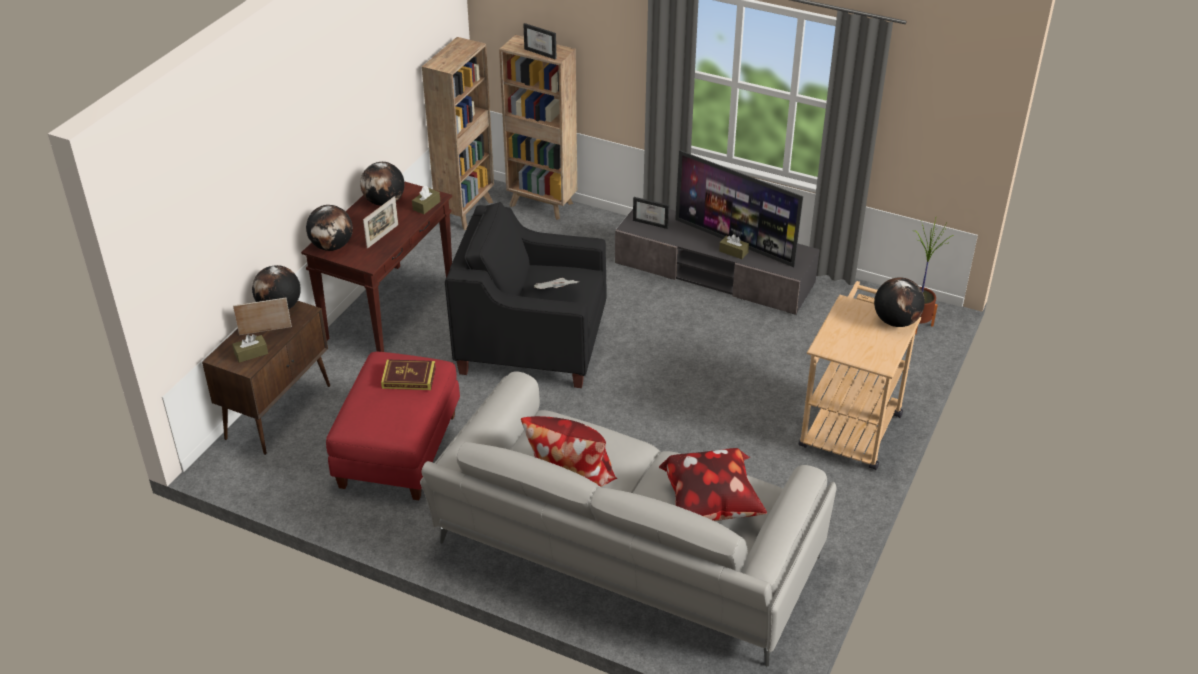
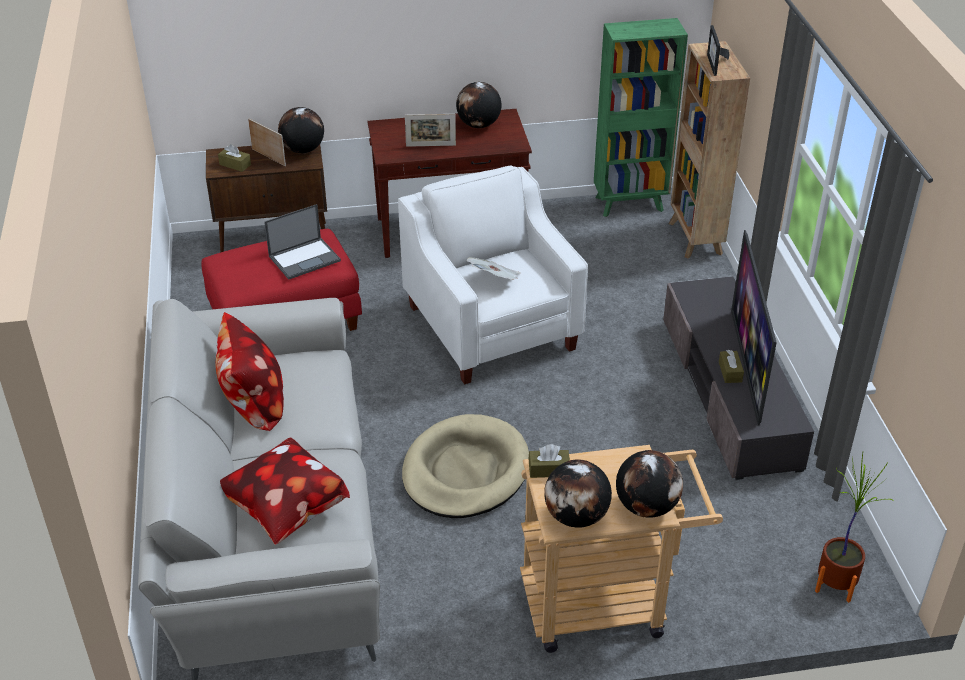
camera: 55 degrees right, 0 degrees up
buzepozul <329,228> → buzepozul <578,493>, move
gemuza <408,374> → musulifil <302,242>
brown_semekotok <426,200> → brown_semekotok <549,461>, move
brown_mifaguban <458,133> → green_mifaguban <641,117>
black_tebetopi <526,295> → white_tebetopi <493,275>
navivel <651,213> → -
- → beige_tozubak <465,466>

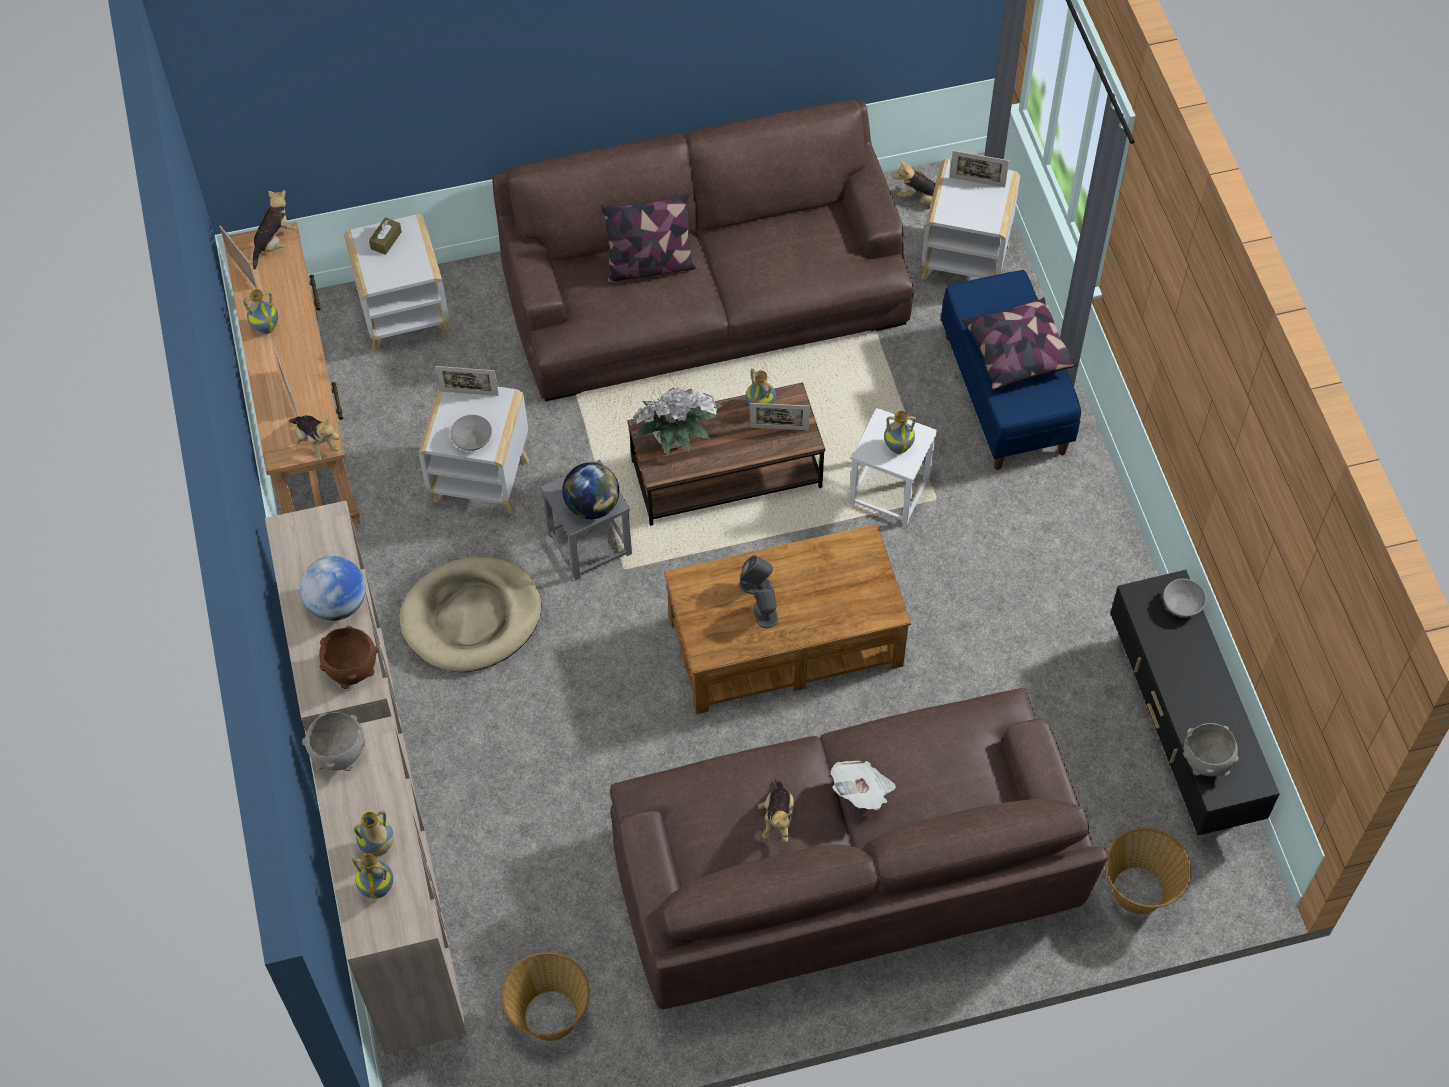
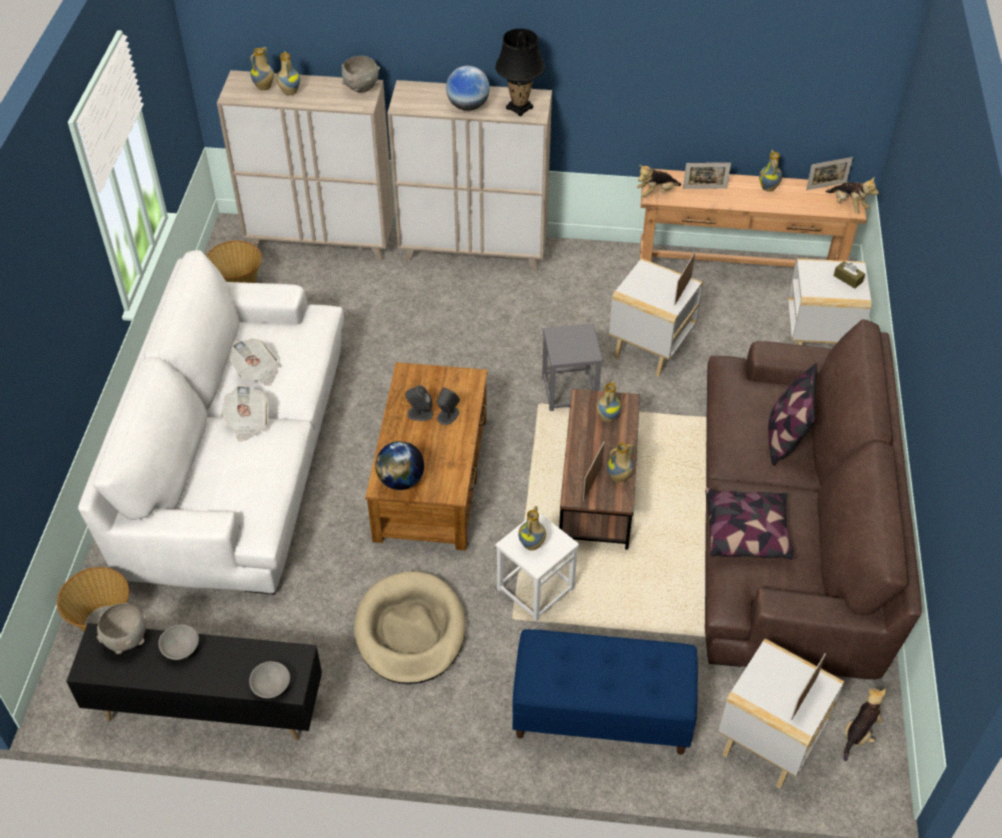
camera: 110 degrees right, 10 degrees down
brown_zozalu <349,657> → -
beige_tozubak <471,614> → beige_tozubak <410,627>, move
grey_zozalu <471,433> → grey_zozalu <179,642>, move
buzepozul <590,490> → buzepozul <399,465>, move
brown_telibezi <859,848> → white_telibezi <211,422>
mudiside <677,421> → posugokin <609,401>
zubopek <776,811> → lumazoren <255,362>
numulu <1020,343> → numulu <750,524>, move
- → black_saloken <520,72>

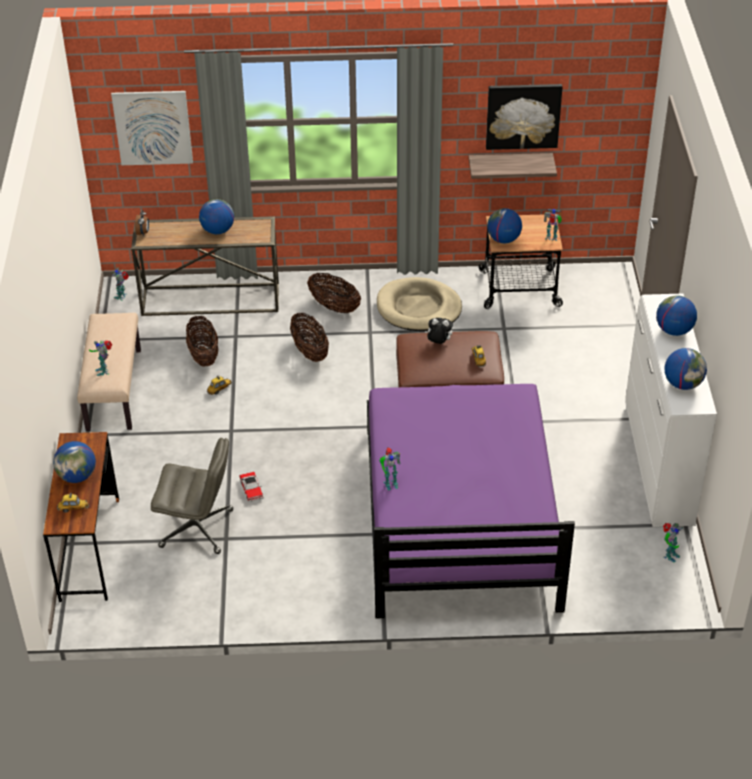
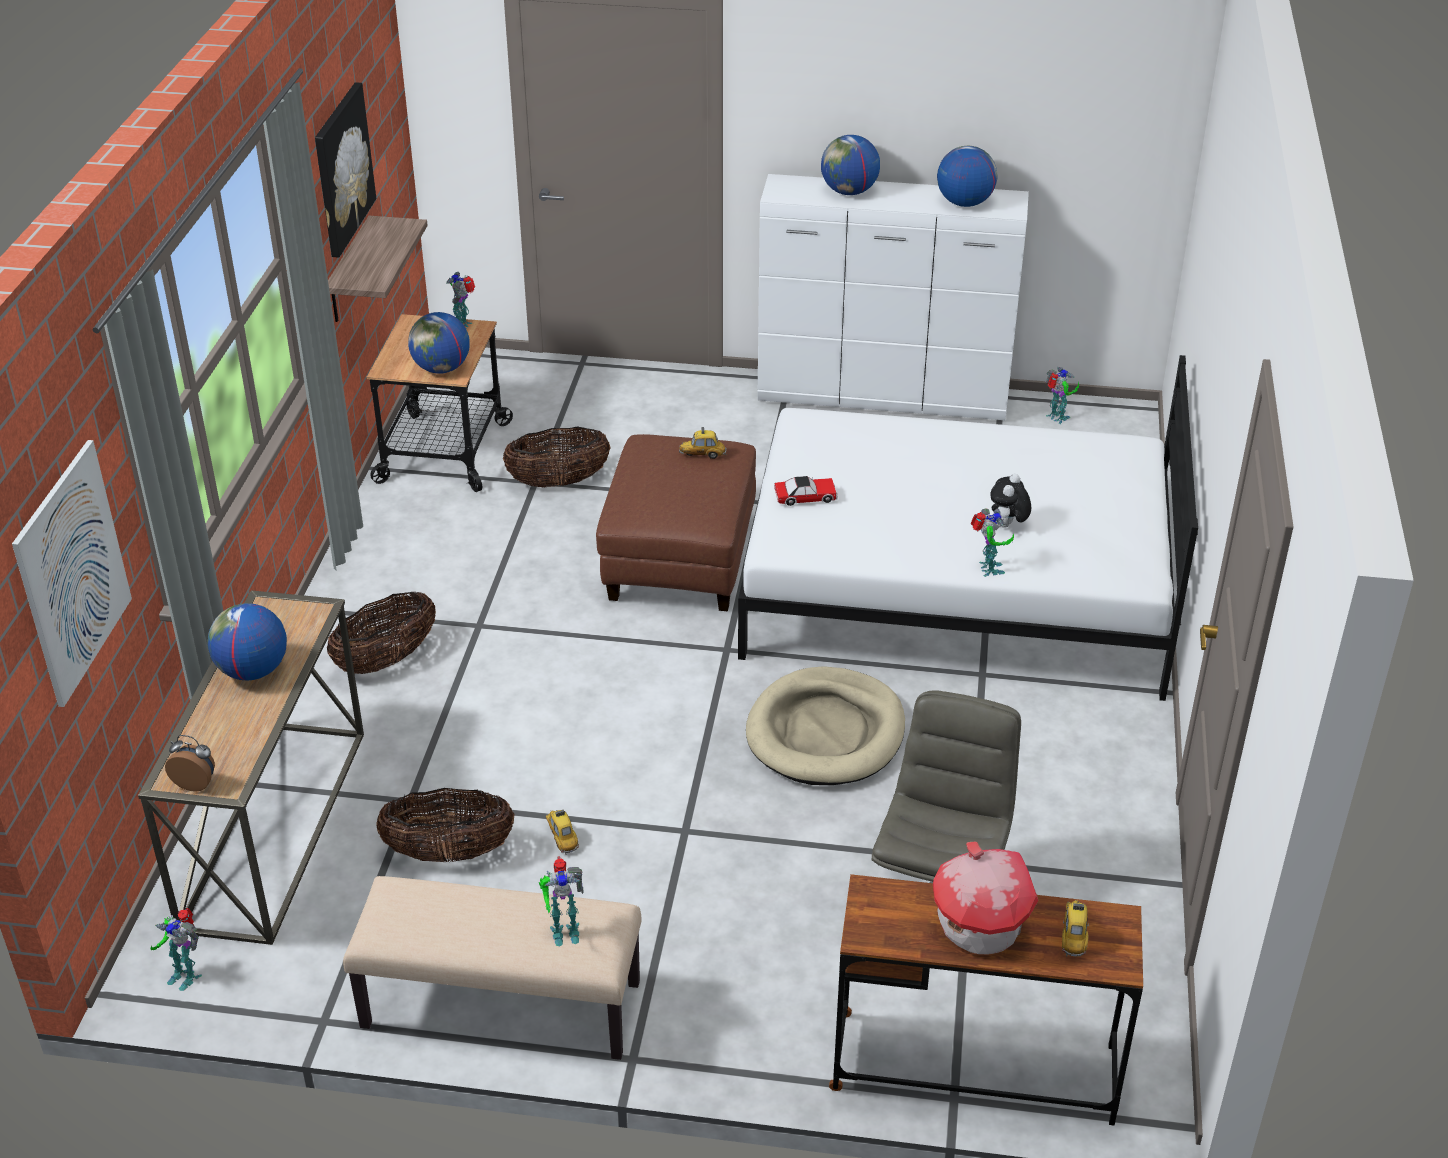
camera: 80 degrees left, 5 degrees down
buzepozul <74,462> → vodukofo <986,898>
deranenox <251,487> → deranenox <806,491>, move
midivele <309,337> → midivele <556,457>, move
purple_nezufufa <471,501> → white_nezufufa <968,528>
beige_tozubak <419,304> → beige_tozubak <825,725>, move
zubopek <439,331> → zubopek <1010,501>, move

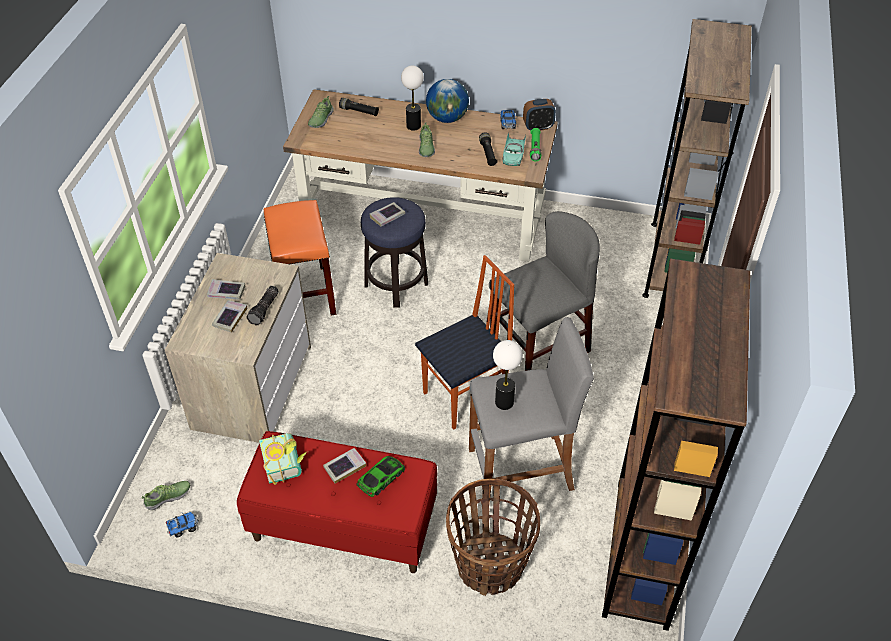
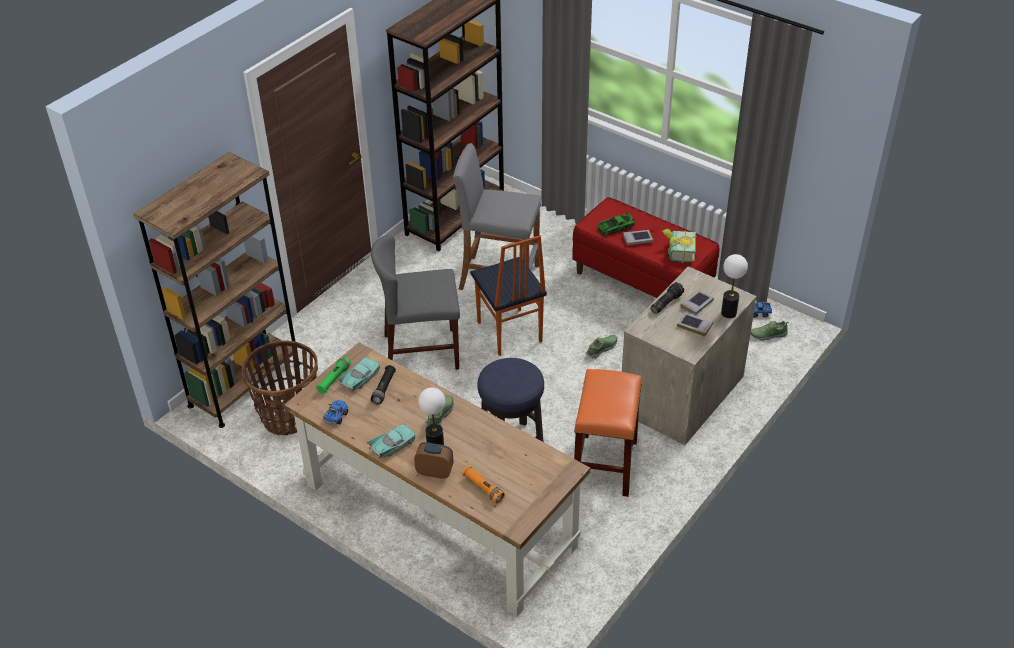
camera: 155 degrees left, 5 degrees down
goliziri <321,112> → goliziri <601,347>, move
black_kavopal <359,107> → orange_kavopal <484,484>
gemuza <387,214> → -
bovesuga <464,342> → bovesuga <508,295>, 105 degrees counterclockwise
buzepozul <447,101> → turquoise_deranenox <391,441>
midivele <493,537> → midivele <280,388>, move
saloken <508,375> → saloken <734,286>, move
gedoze <539,115> → gedoze <433,460>, move

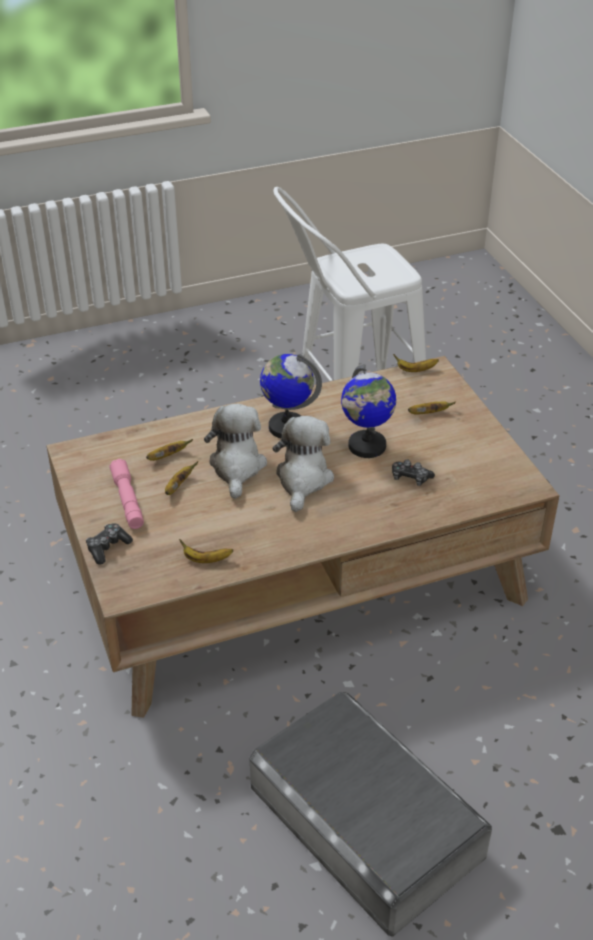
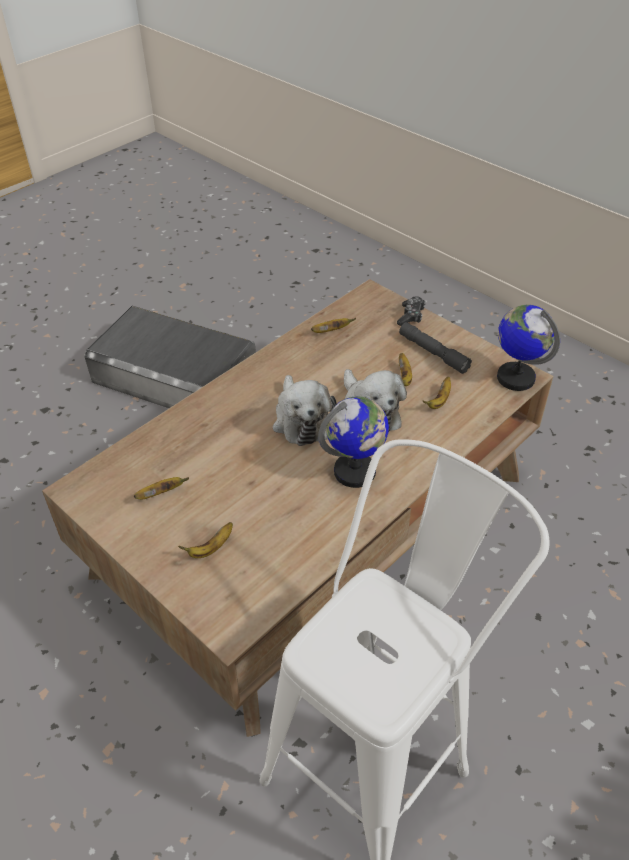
camera: 155 degrees right, 5 degrees up
pink_kavopal <126,494> → grey_kavopal <435,348>
buzepozul <368,411> → buzepozul <528,348>, move
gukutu <413,473> → -
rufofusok <416,363> → rufofusok <161,488>, move

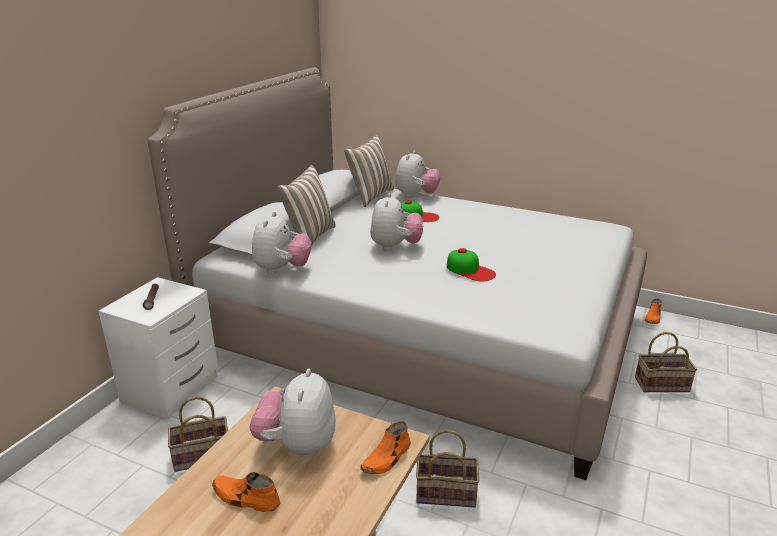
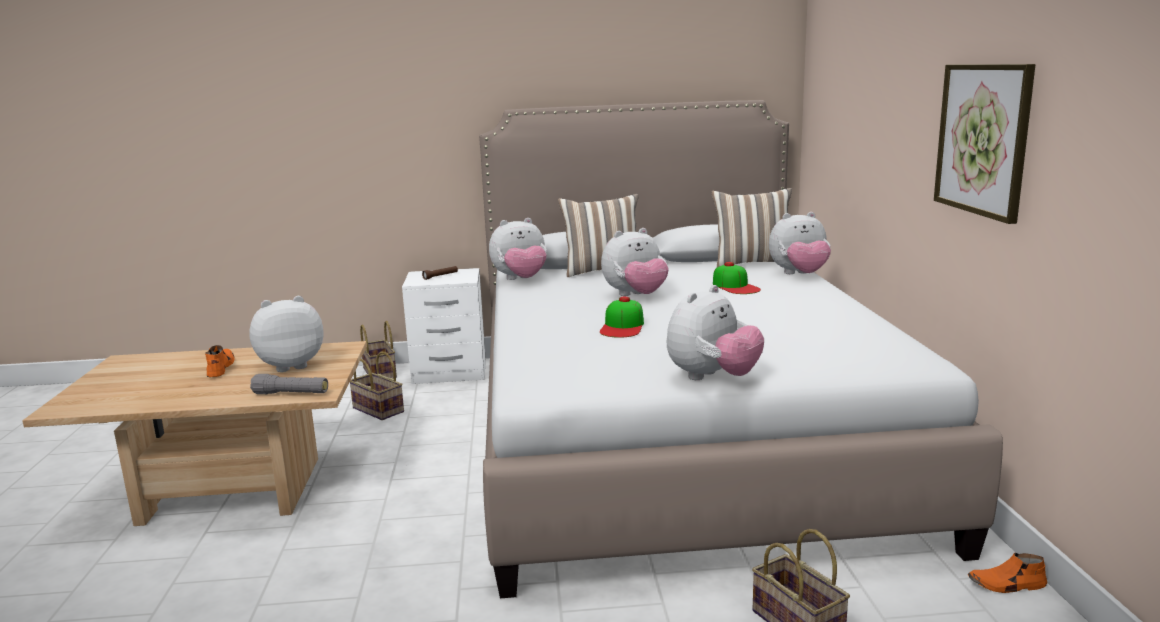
camera: 60 degrees right, 10 degrees down
orange_goliziri <385,447> → grey_kavopal <289,384>
midivele <447,469> → midivele <378,349>, move
- → zubopek <715,332>
- → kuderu <984,144>

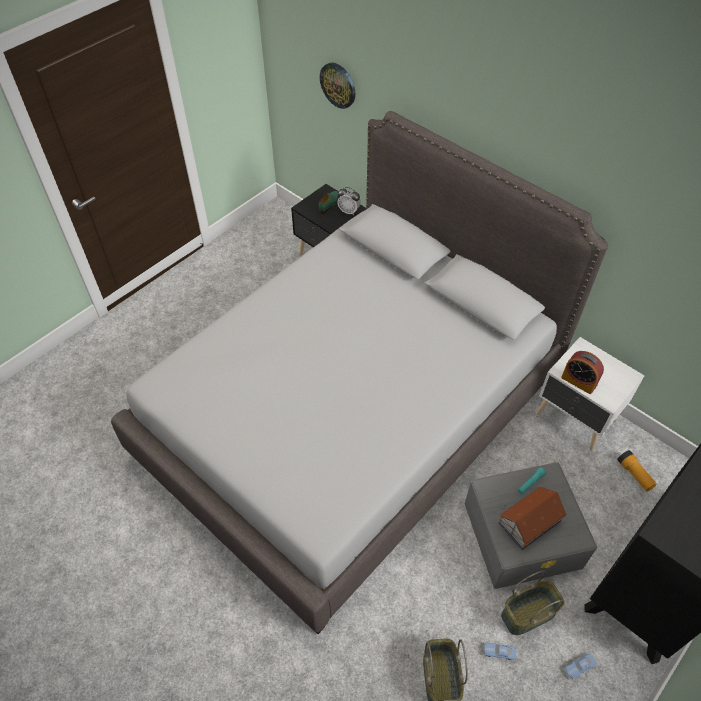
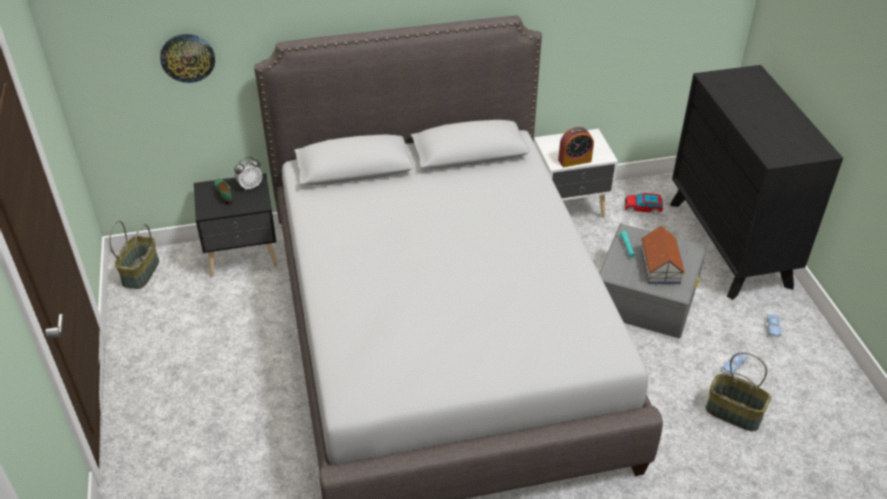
camera: 55 degrees left, 10 degrees down
midivele <532,603> → midivele <134,255>, move
kavopal <637,470> → deranenox <644,203>

